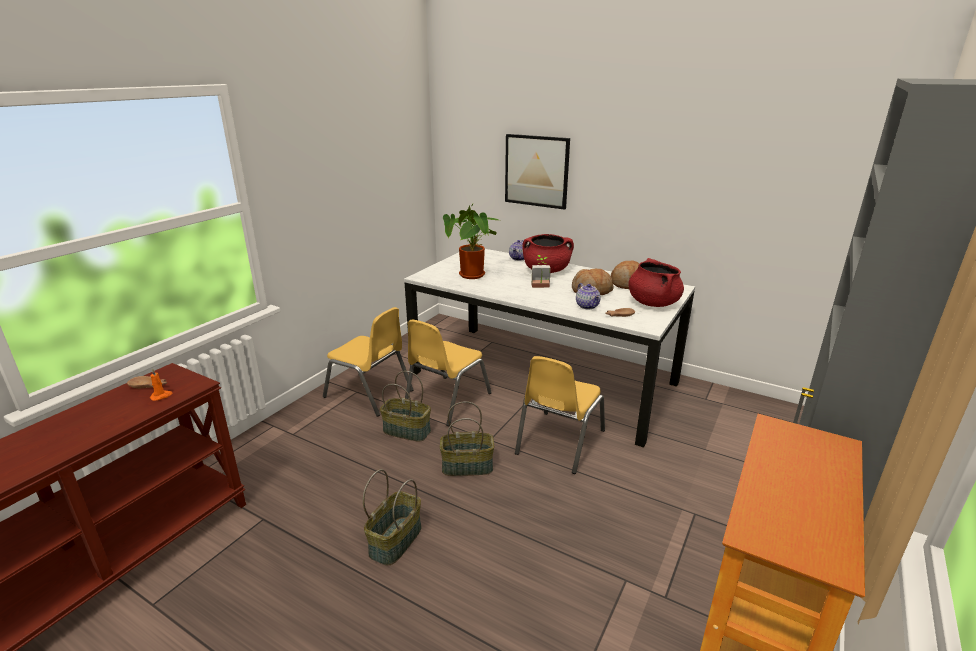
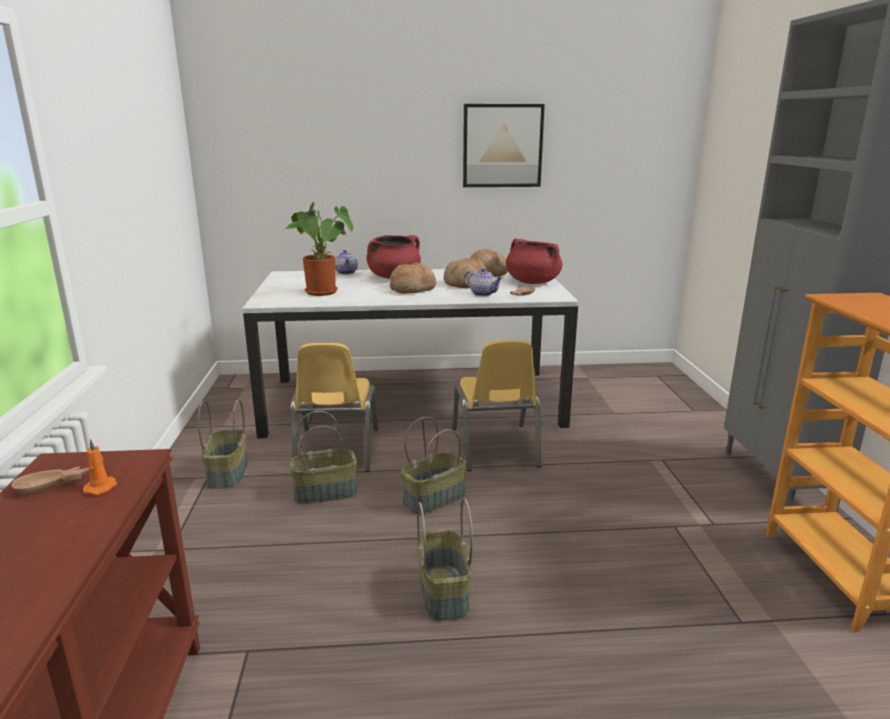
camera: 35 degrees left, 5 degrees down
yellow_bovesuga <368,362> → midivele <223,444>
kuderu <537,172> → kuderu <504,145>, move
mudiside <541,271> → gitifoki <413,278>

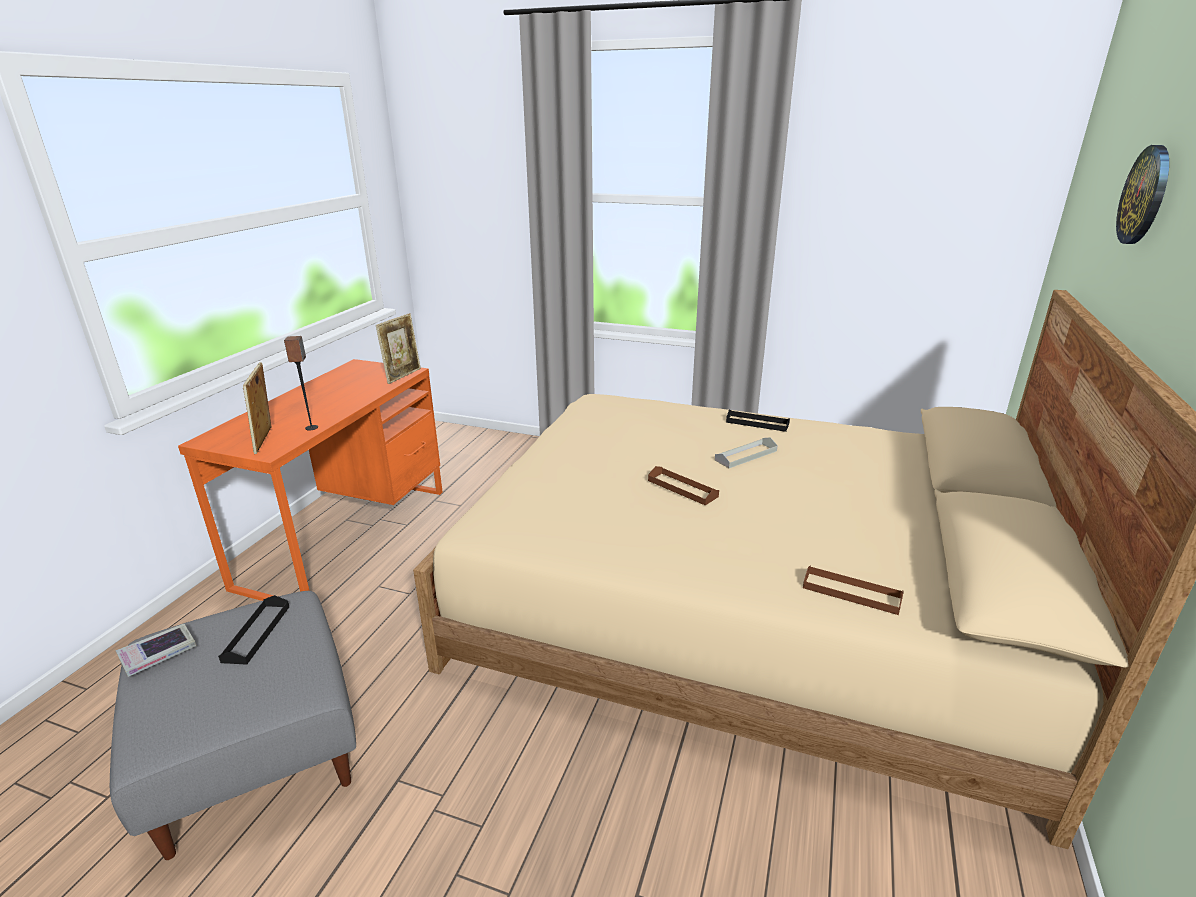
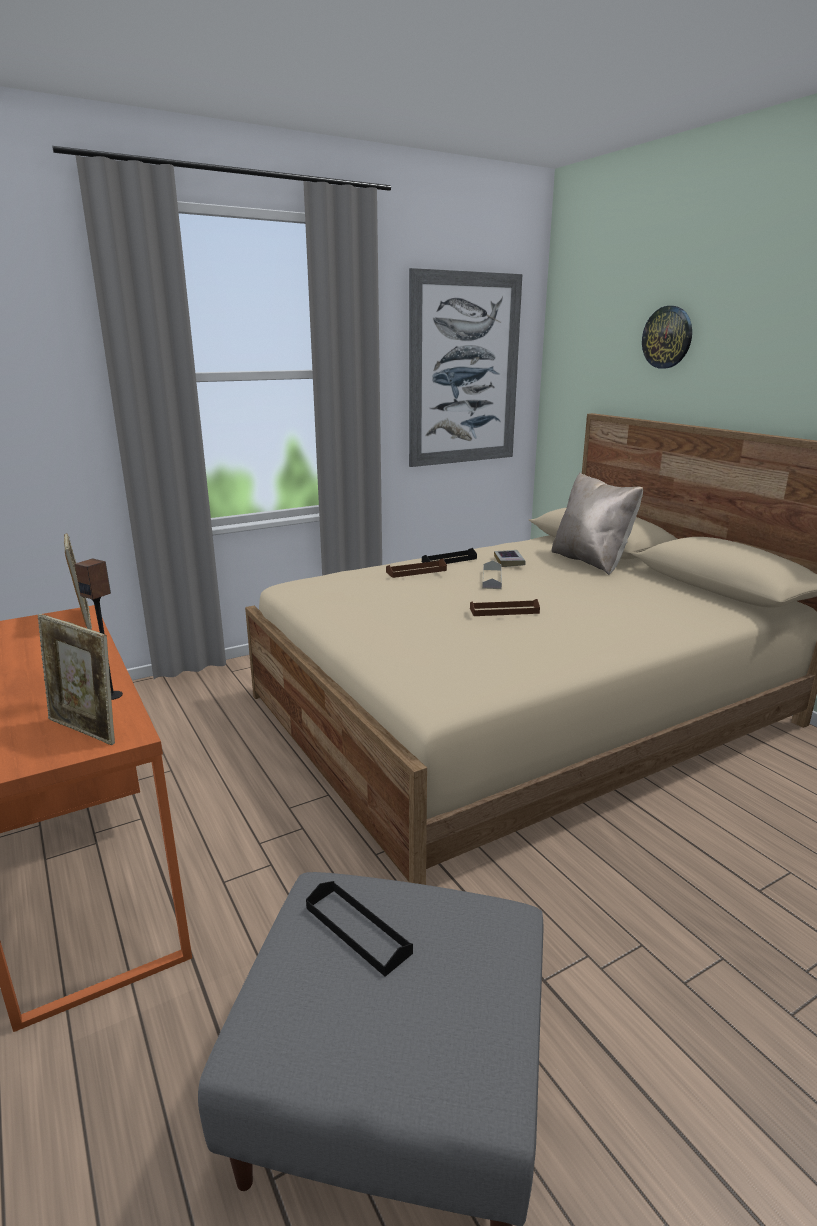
camera: 50 degrees left, 5 degrees down
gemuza <156,650> → gemuza <510,558>, move
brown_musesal <853,590> → brown_musesal <416,568>, move
- → kuderu <465,367>
- → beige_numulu <597,524>

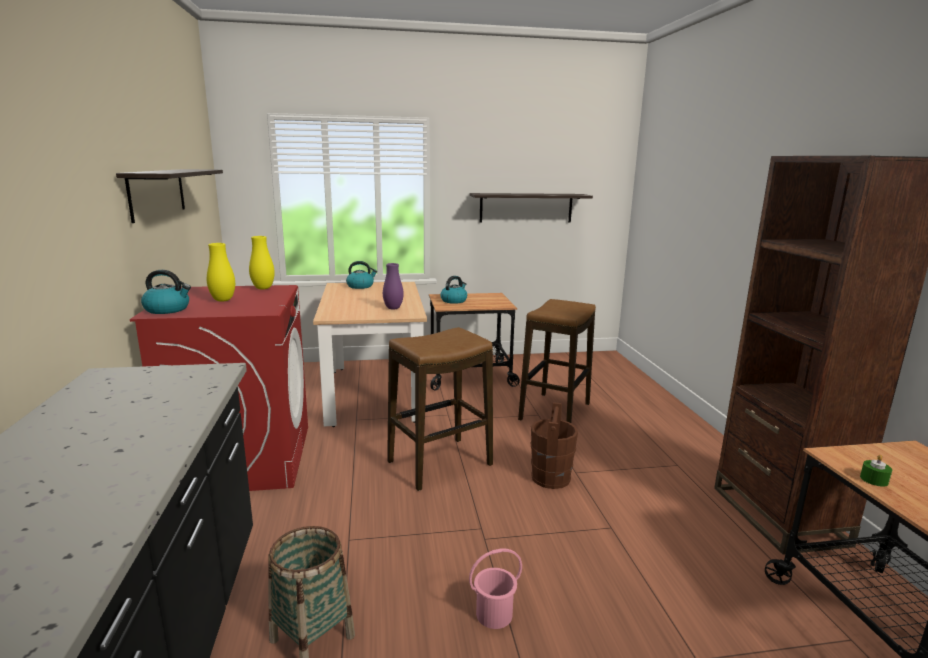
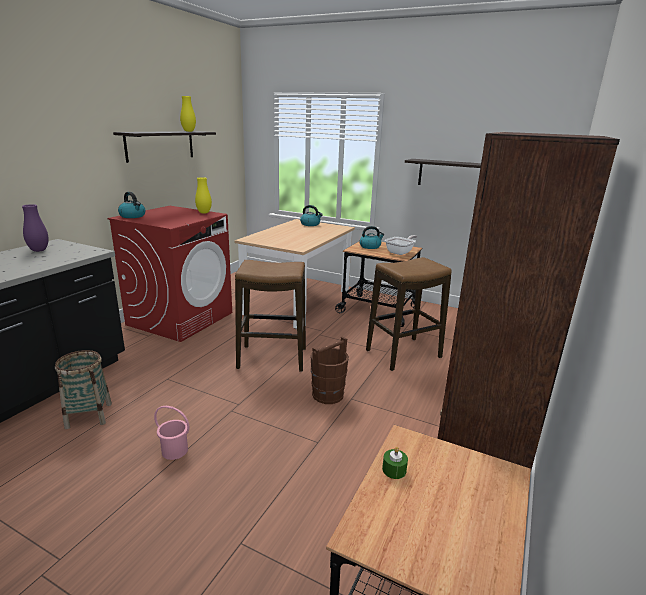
camera: 35 degrees right, 5 degrees up
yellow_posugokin <221,272> → yellow_posugokin <188,114>, move
purple_posugokin <393,286> → purple_posugokin <35,228>, move
- → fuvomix <401,245>

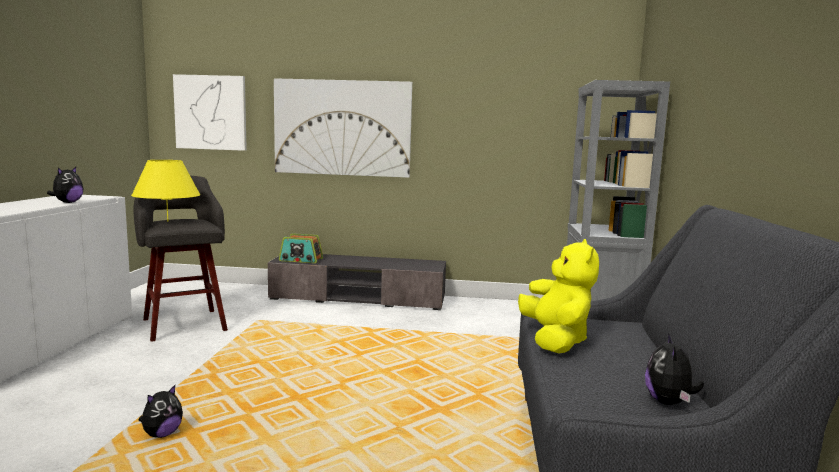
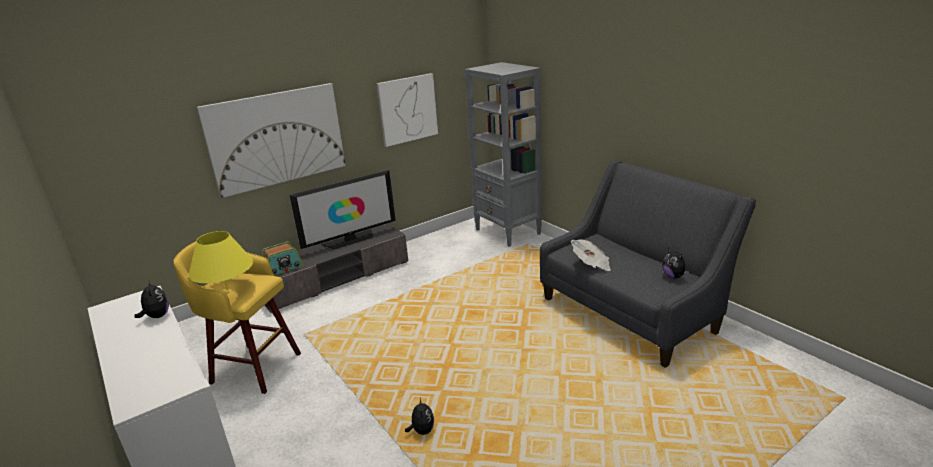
camera: 40 degrees left, 15 degrees up
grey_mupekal <180,259> → yellow_mupekal <237,318>
kuderu <210,112> → kuderu <407,110>, move
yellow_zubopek <558,296> → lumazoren <591,255>
- → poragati <342,209>

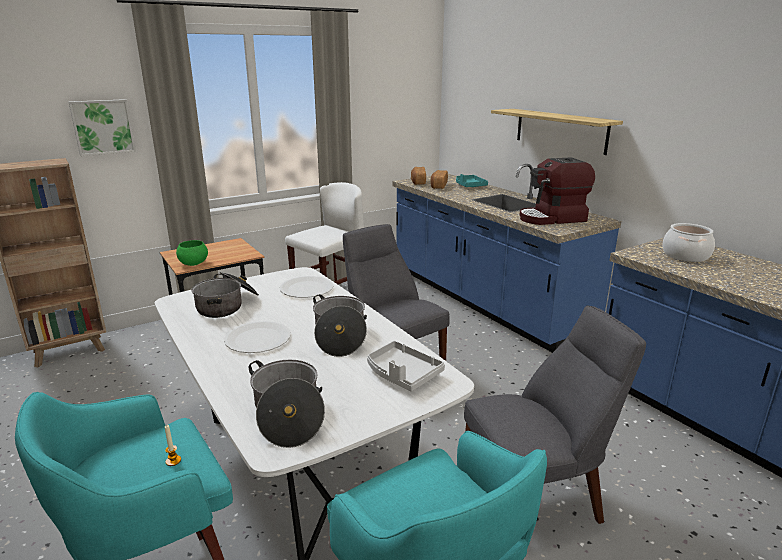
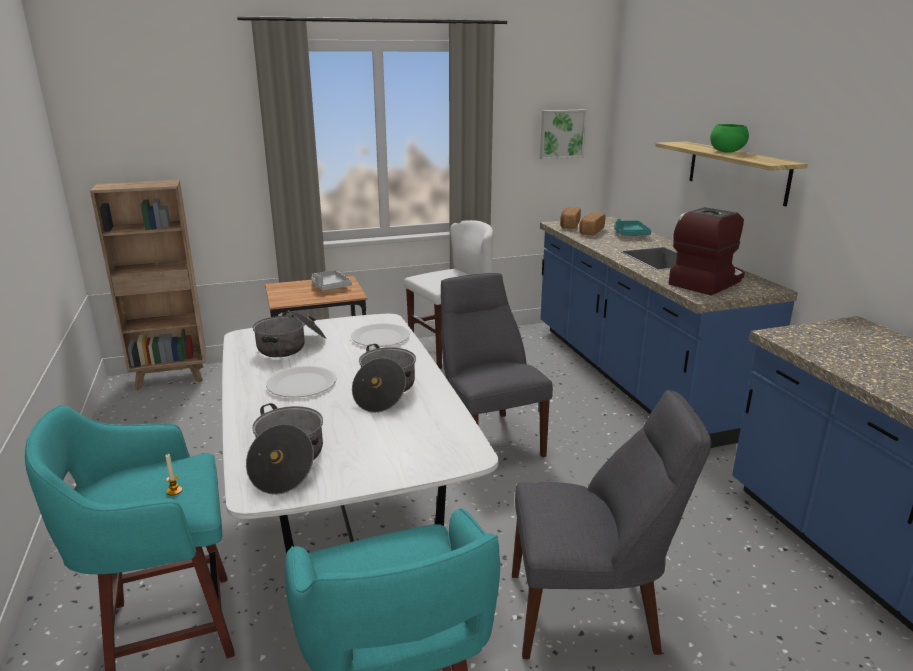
camera: 15 degrees right, 0 degrees up
kuderu <102,127> → kuderu <563,134>, move
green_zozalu <192,253> → green_zozalu <729,138>, move
grey_musesal <406,366> → grey_musesal <332,280>, move
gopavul <557,191> → gopavul <706,251>, 135 degrees clockwise
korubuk <688,242> → -

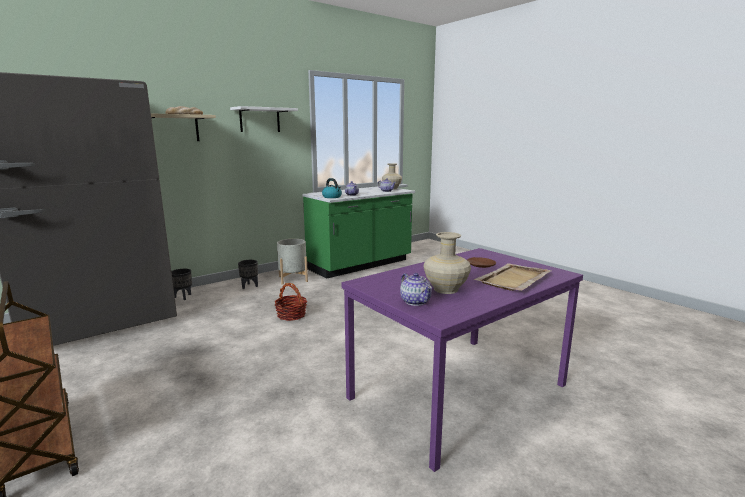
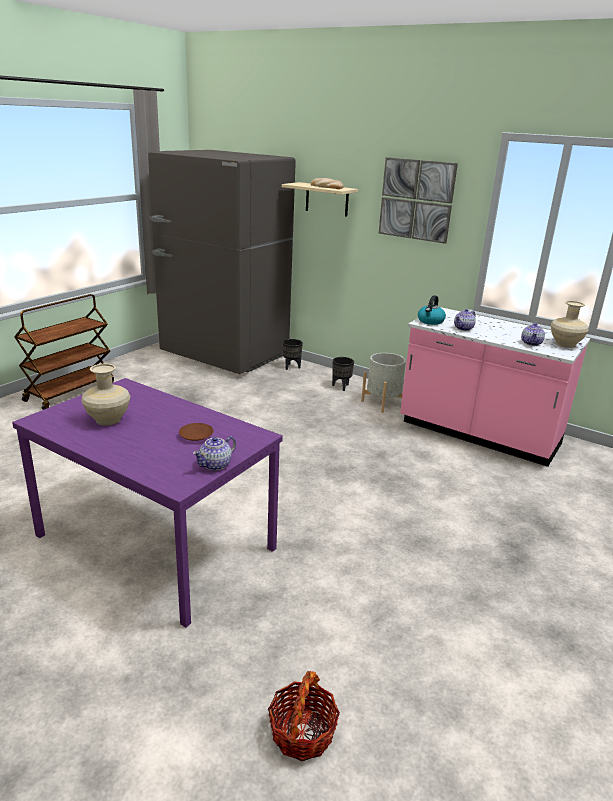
camera: 70 degrees right, 10 degrees up
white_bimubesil <264,119> → kuderu <418,200>
midivele <291,302> → midivele <304,716>, move
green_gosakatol <358,233> → pink_gosakatol <495,387>
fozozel <416,289> → fozozel <214,453>, move
beige_musesal <513,277> → -

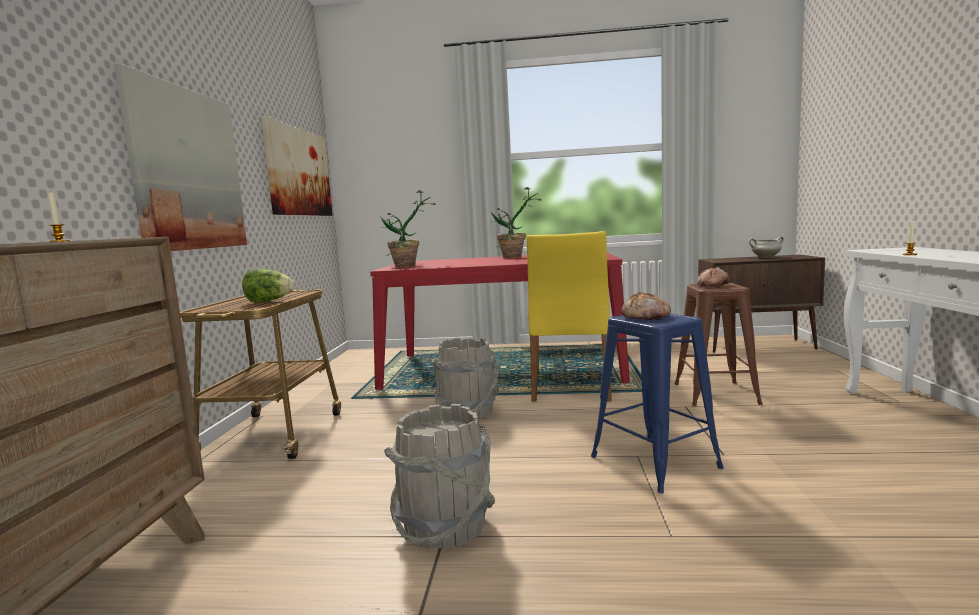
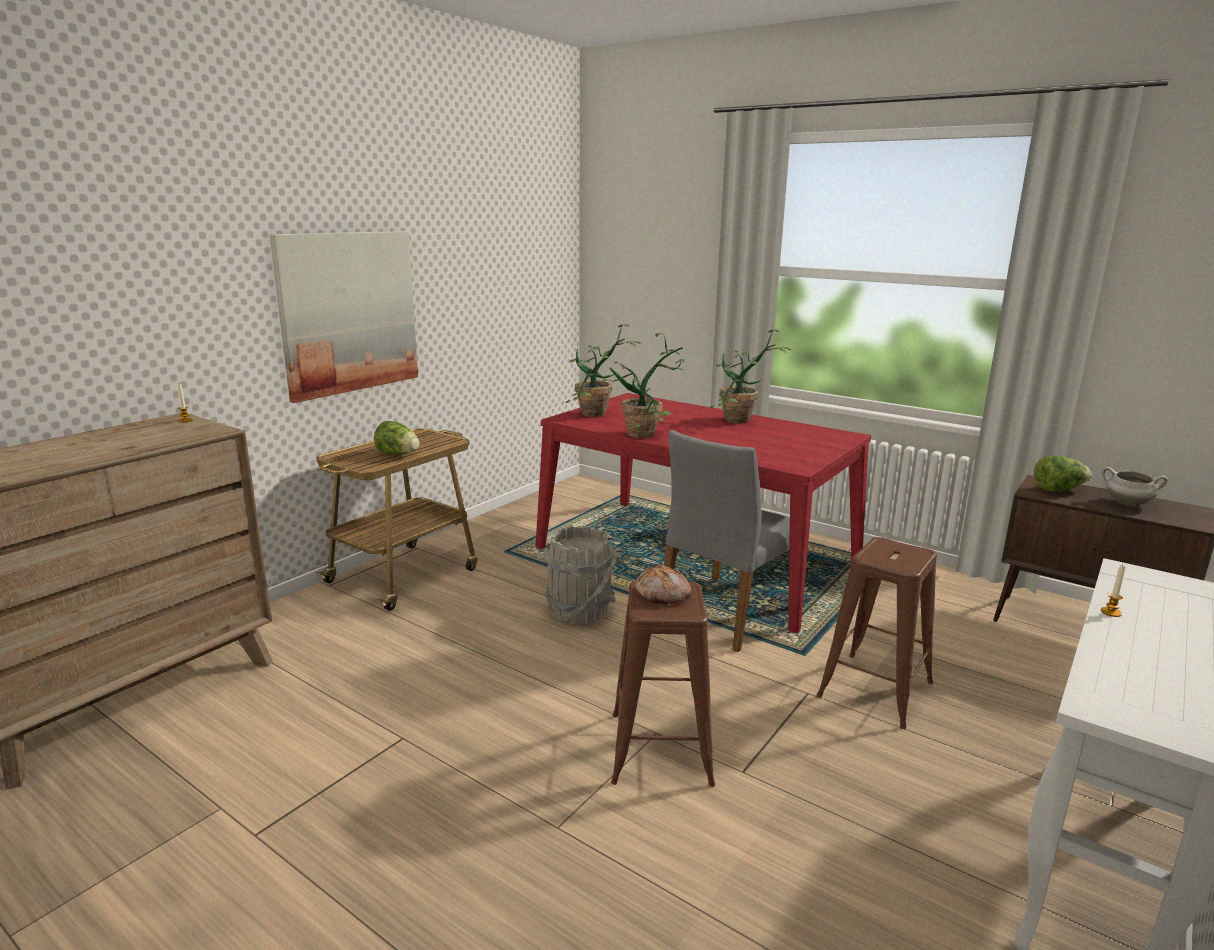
camera: 30 degrees right, 10 degrees up
kuderu <297,166> → -
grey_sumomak <440,477> → -
yellow_bovesuga <569,316> → grey_bovesuga <726,541>
blue_mupekal <657,403> → brown_mupekal <663,684>
gitifoki <713,276> → -
- → mudiside <644,385>
- → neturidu <1063,474>

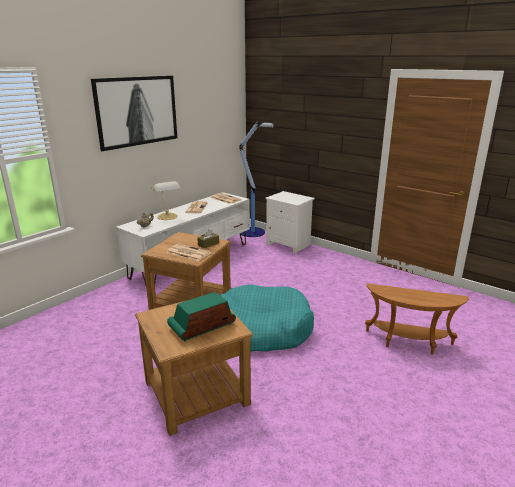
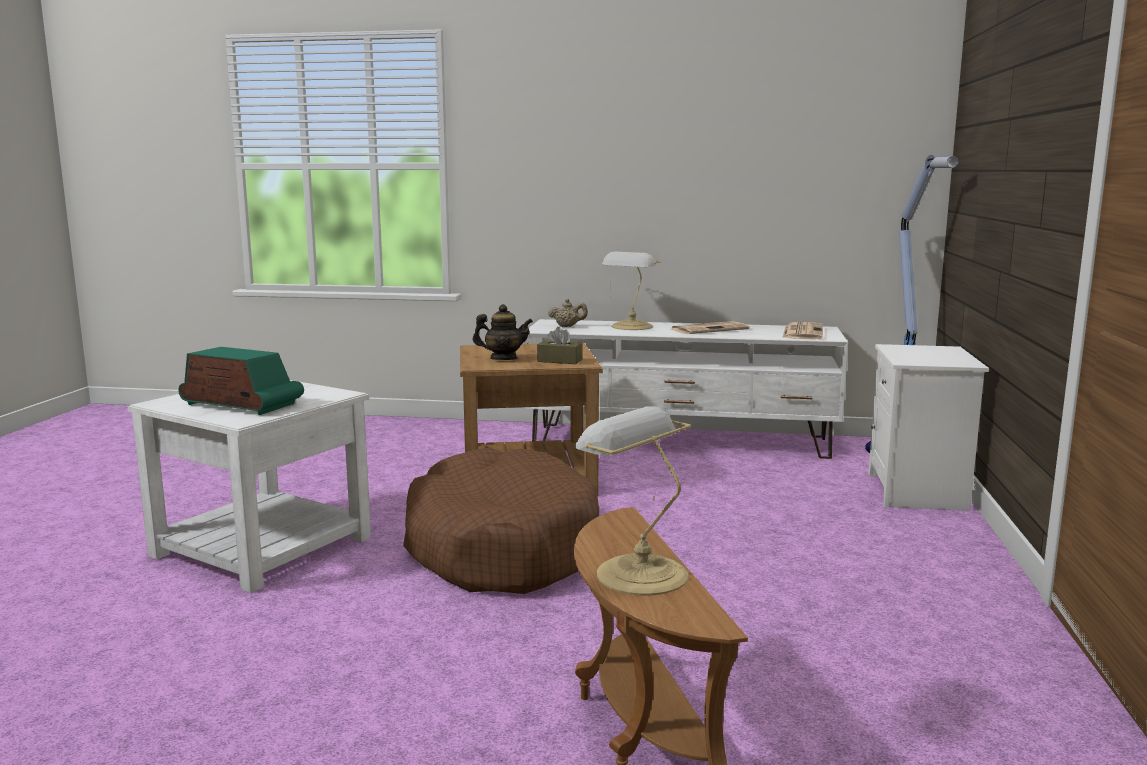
camera: 60 degrees right, 10 degrees down
kuderu <134,113> → -
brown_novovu <194,368> → white_novovu <249,486>
lumazoren <188,252> → fozozel <503,332>
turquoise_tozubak <267,318> → brown_tozubak <501,521>
- → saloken <633,500>

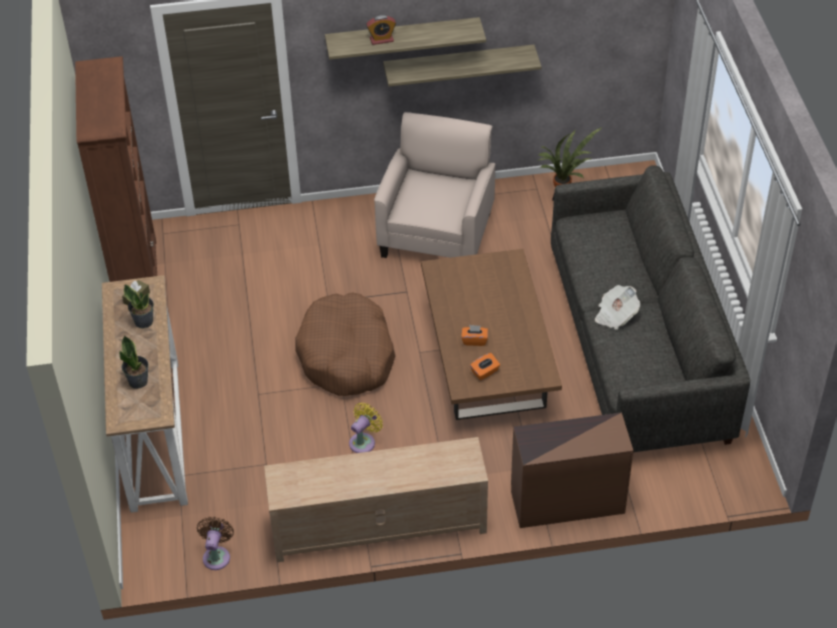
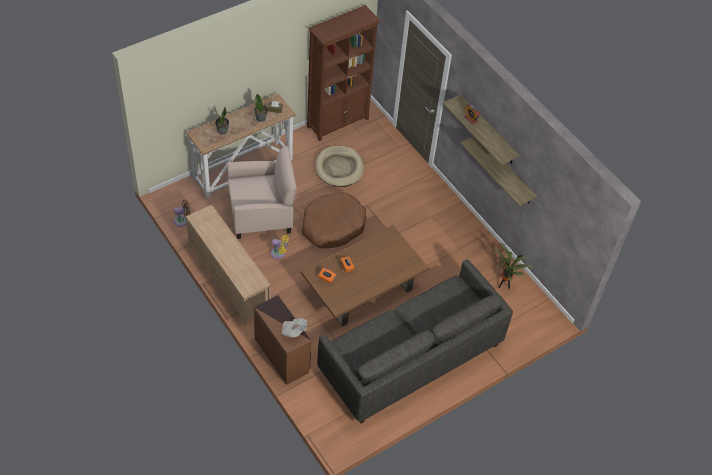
camera: 60 degrees right, 5 degrees up
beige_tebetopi <434,185> → beige_tebetopi <262,192>, move
lumazoren <617,307> → lumazoren <294,328>, move
- → beige_tozubak <340,166>

